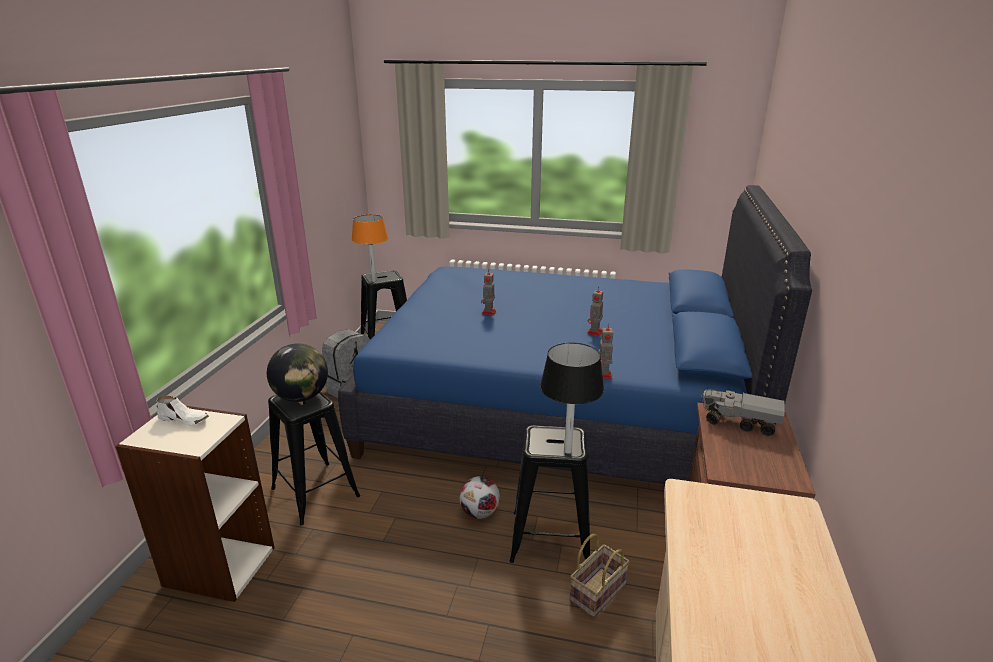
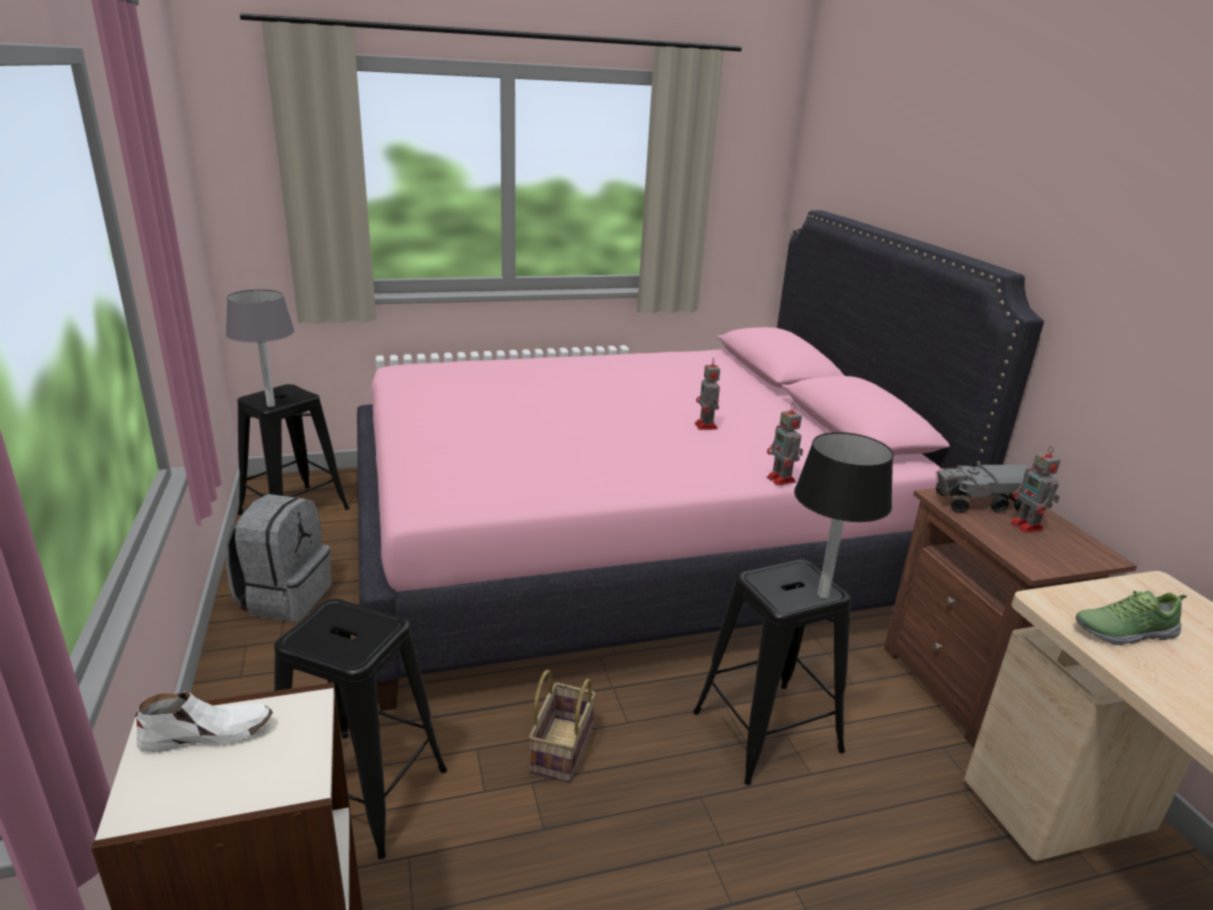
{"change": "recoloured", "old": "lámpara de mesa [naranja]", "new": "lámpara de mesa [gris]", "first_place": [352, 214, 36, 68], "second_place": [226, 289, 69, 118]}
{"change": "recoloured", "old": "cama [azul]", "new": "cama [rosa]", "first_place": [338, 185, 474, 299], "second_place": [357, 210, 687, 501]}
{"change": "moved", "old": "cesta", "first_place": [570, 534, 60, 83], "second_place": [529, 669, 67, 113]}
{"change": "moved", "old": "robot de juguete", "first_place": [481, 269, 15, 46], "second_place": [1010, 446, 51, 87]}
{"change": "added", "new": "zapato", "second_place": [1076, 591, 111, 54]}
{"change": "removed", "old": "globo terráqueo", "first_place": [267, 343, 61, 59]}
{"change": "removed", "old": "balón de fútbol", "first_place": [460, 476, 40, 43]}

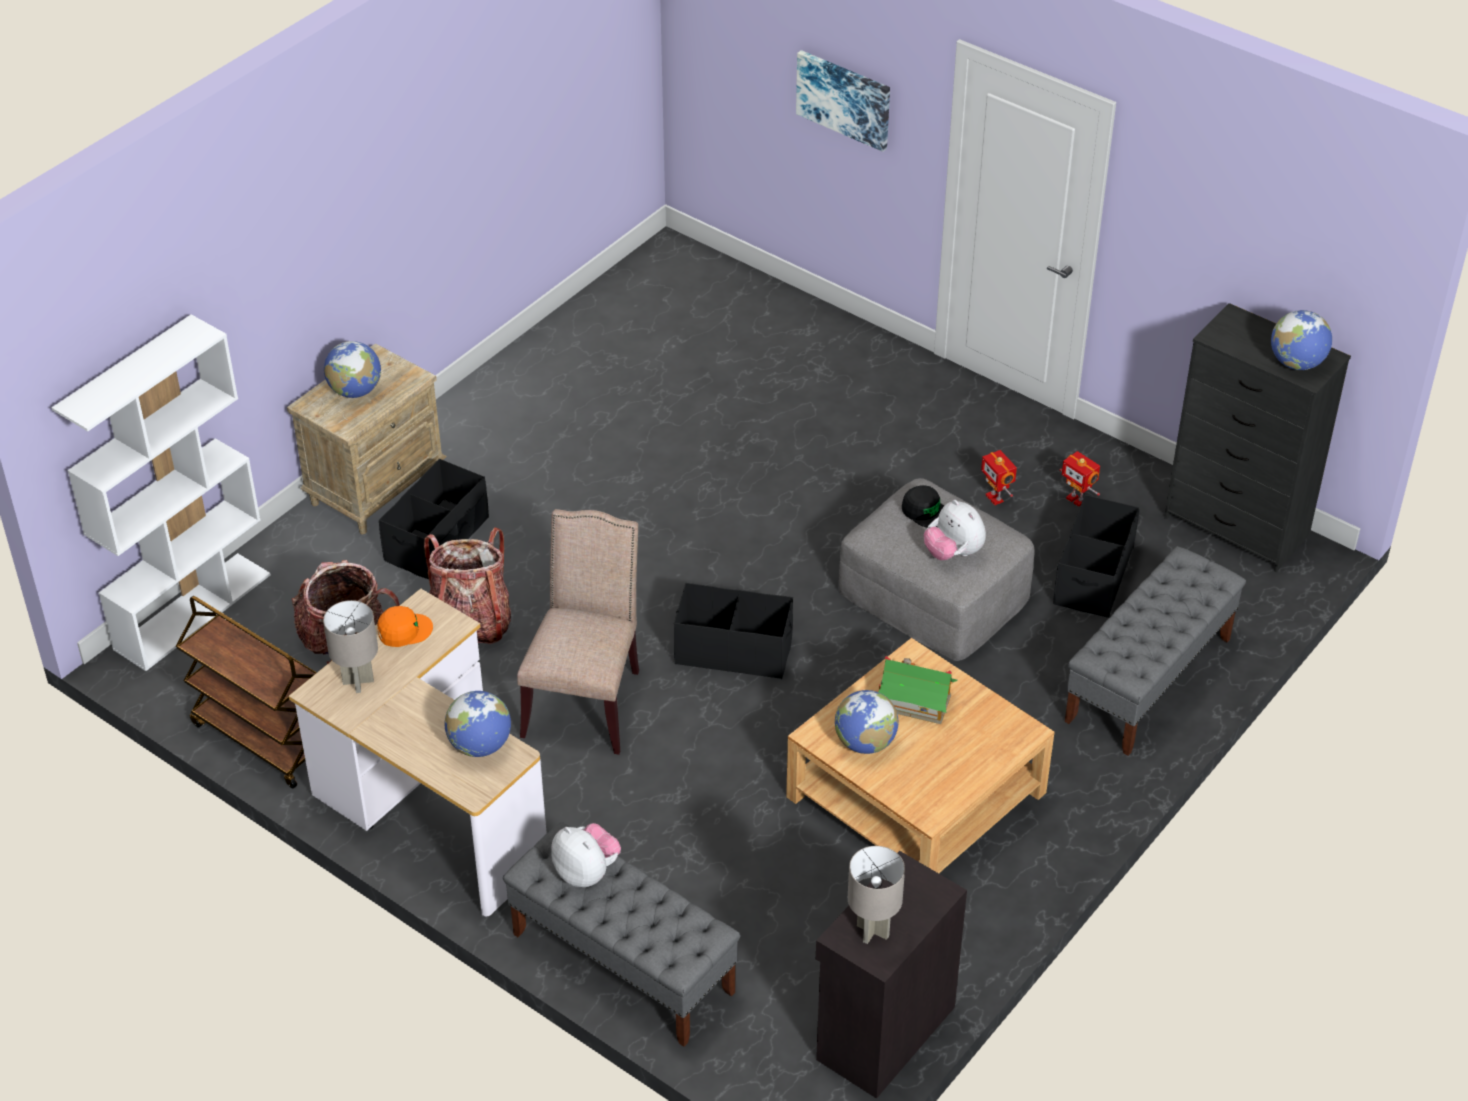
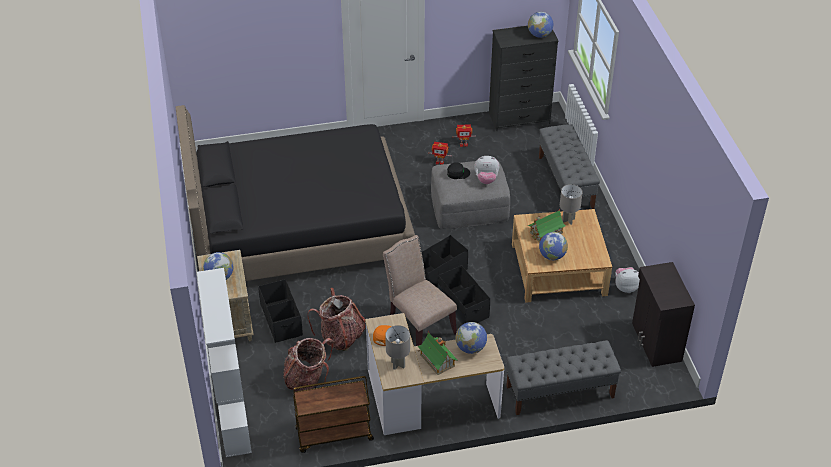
{"change": "added", "new": "cama [negro]", "second_place": [176, 105, 239, 176]}
{"change": "added", "new": "casita", "second_place": [418, 331, 40, 44]}
{"change": "moved", "old": "caja de almacenaje [negro]", "first_place": [1053, 495, 86, 123], "second_place": [438, 265, 52, 60]}
{"change": "moved", "old": "lámpara de mesa [gris]", "first_place": [848, 846, 57, 98], "second_place": [560, 184, 23, 41]}
{"change": "moved", "old": "peluche", "first_place": [551, 823, 70, 64], "second_place": [615, 267, 25, 26]}
{"change": "removed", "old": "cuadro", "first_place": [796, 50, 94, 102]}

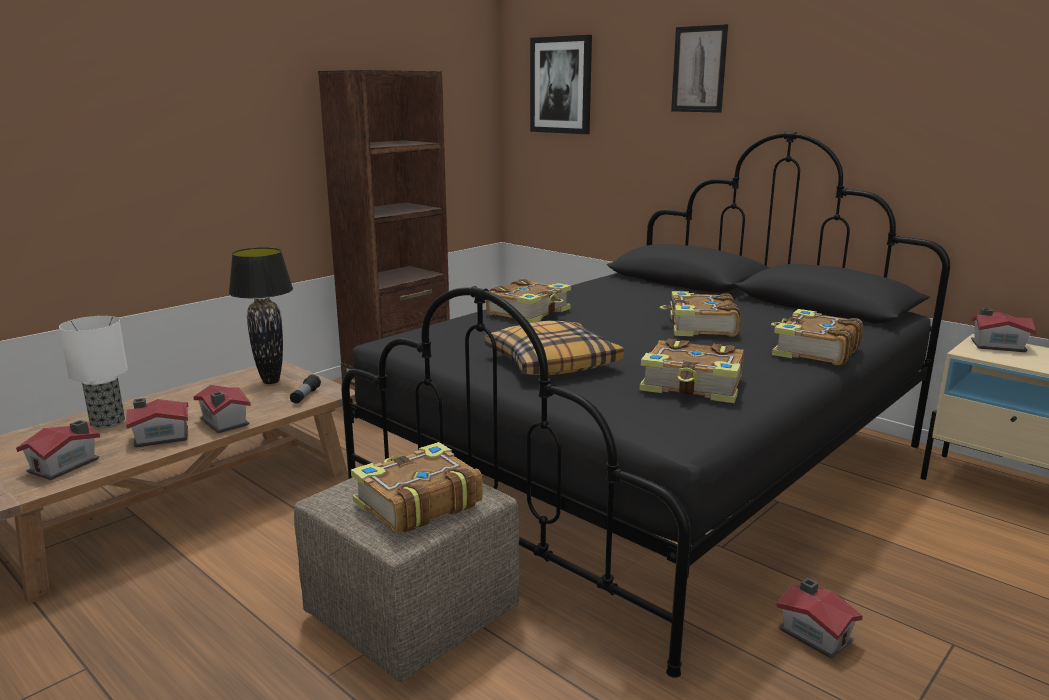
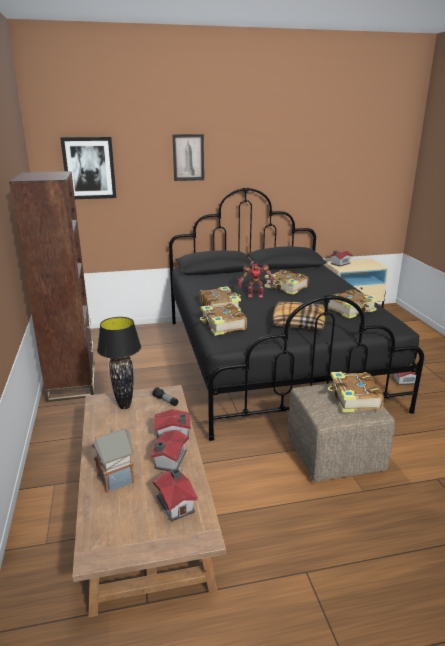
{"change": "replaced", "old": "lámpara de mesa", "new": "casita", "first_place": [59, 316, 69, 112], "second_place": [92, 427, 42, 66]}
{"change": "moved", "old": "libro", "first_place": [771, 309, 92, 56], "second_place": [200, 303, 47, 33]}
{"change": "added", "new": "robot de juguete", "second_place": [238, 261, 37, 37]}

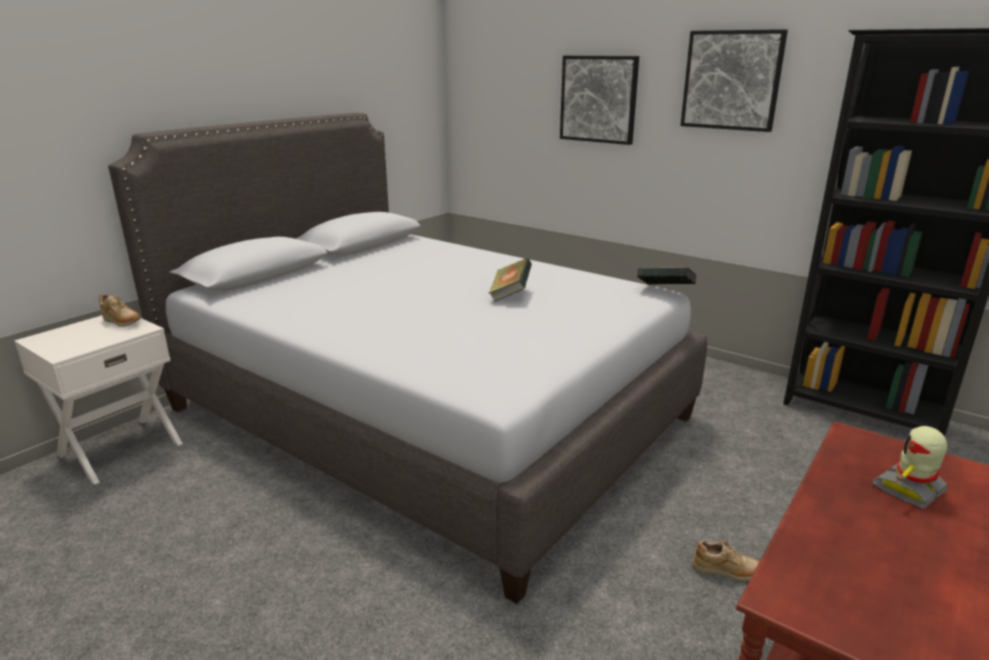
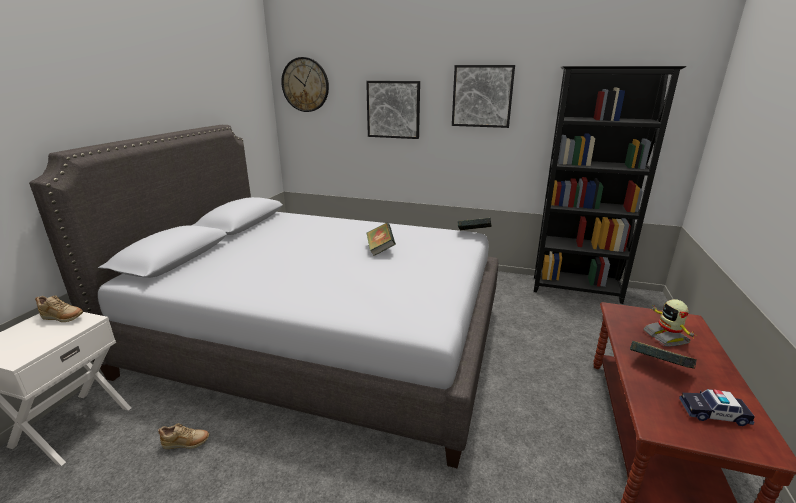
{"change": "moved", "old": "zapato [beis]", "first_place": [693, 540, 66, 41], "second_place": [158, 423, 51, 26]}
{"change": "added", "new": "reloj de pared", "second_place": [281, 57, 48, 55]}
{"change": "added", "new": "libro", "second_place": [630, 341, 67, 28]}
{"change": "turned", "old": "robot de juguete", "first_place": [872, 426, 76, 83], "second_place": [643, 299, 52, 48], "degrees": -45}
{"change": "added", "new": "coche de juguete", "second_place": [679, 389, 76, 37]}

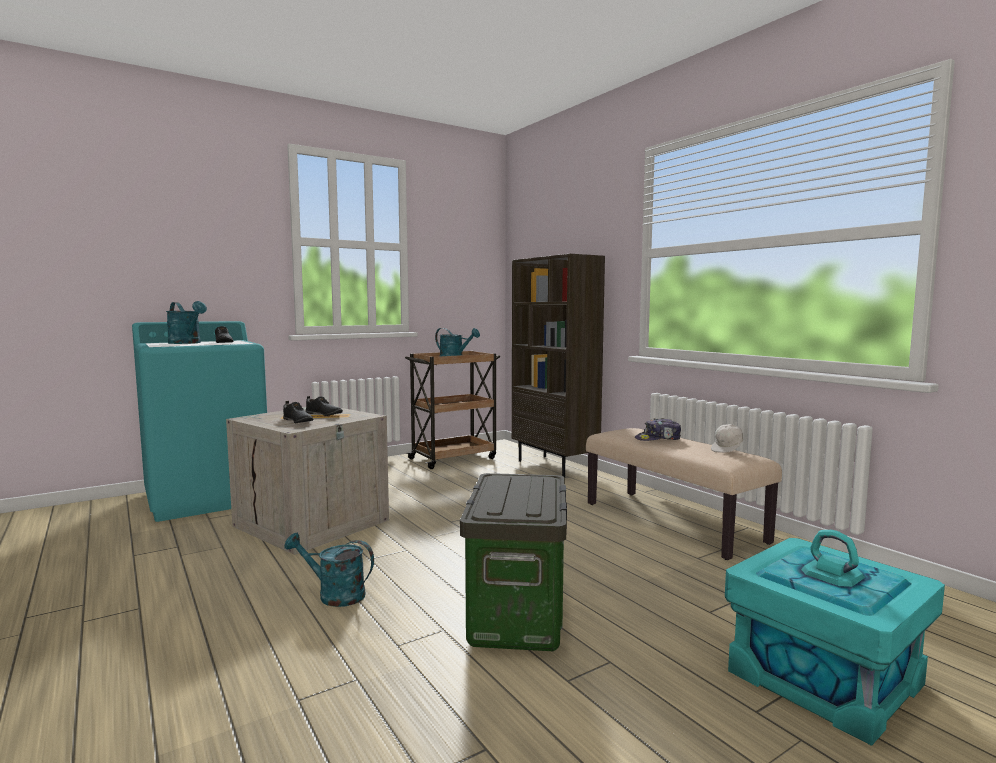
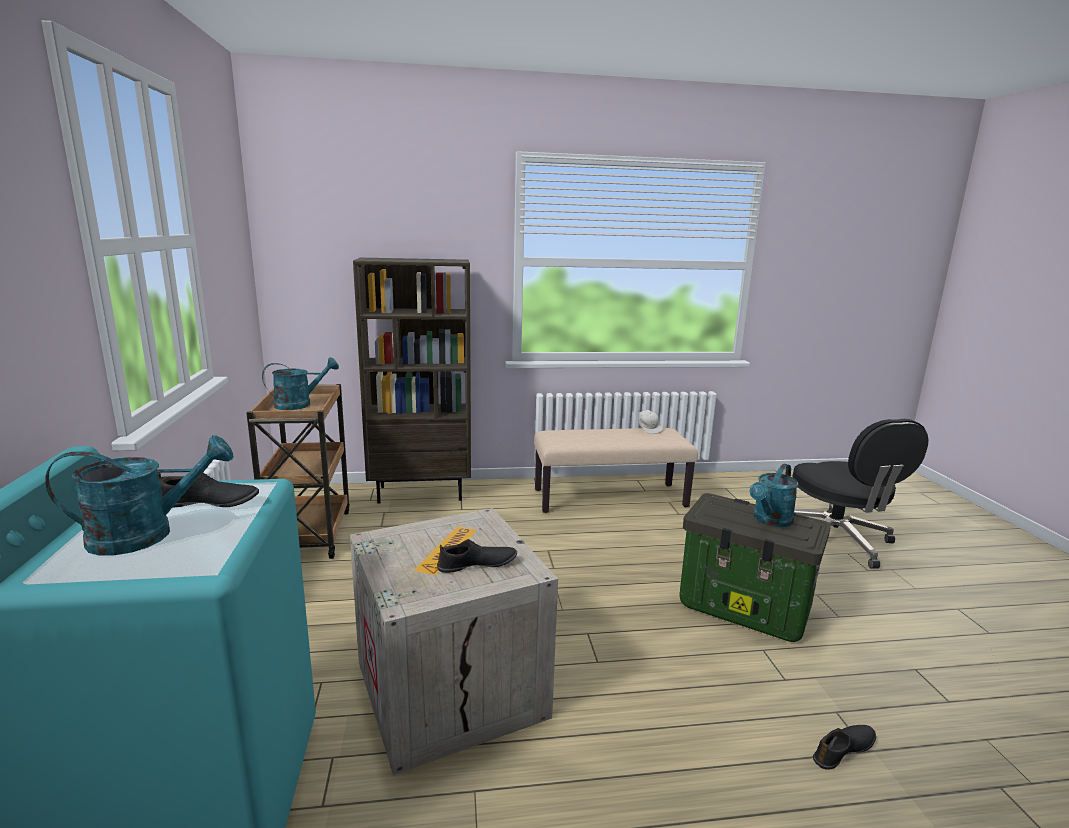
{"change": "moved", "old": "regadera [turquesa]", "first_place": [284, 533, 90, 74], "second_place": [750, 464, 48, 63]}
{"change": "replaced", "old": "caja de almacenaje [turquesa]", "new": "silla de oficina [negro]", "first_place": [725, 530, 220, 216], "second_place": [793, 419, 136, 150]}
{"change": "moved", "old": "zapato [negro]", "first_place": [306, 396, 37, 20], "second_place": [813, 725, 63, 45]}
{"change": "removed", "old": "gorra", "first_place": [635, 418, 46, 23]}

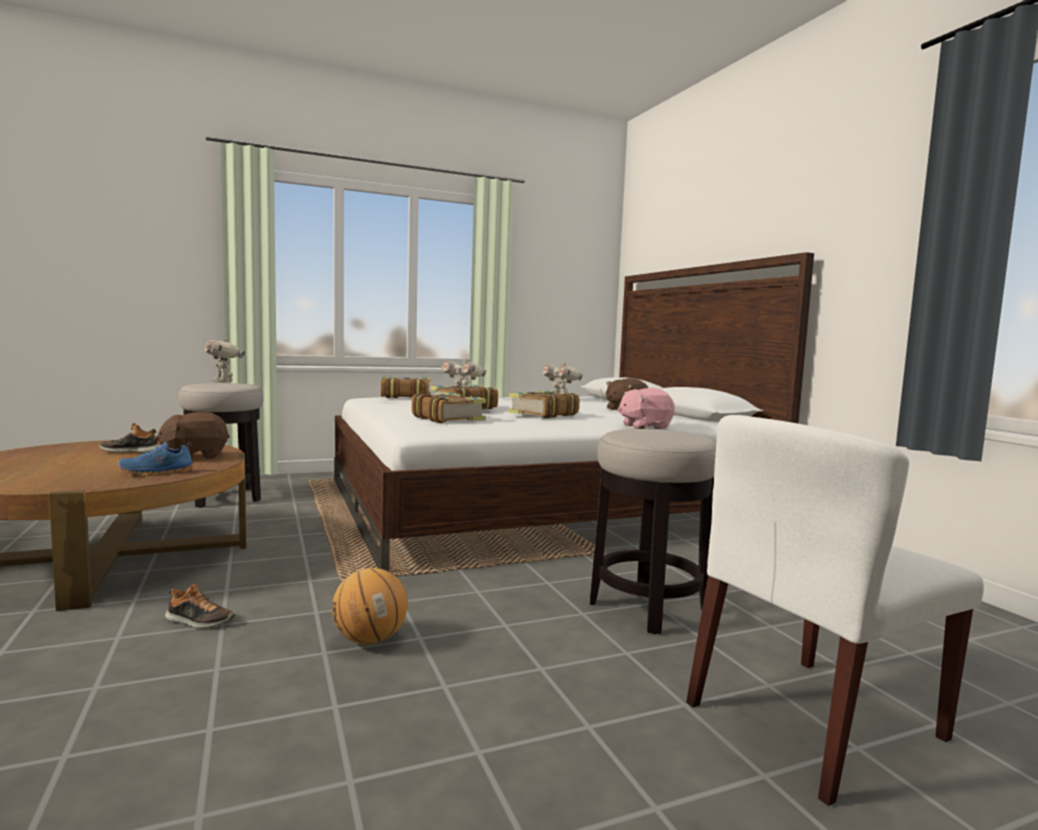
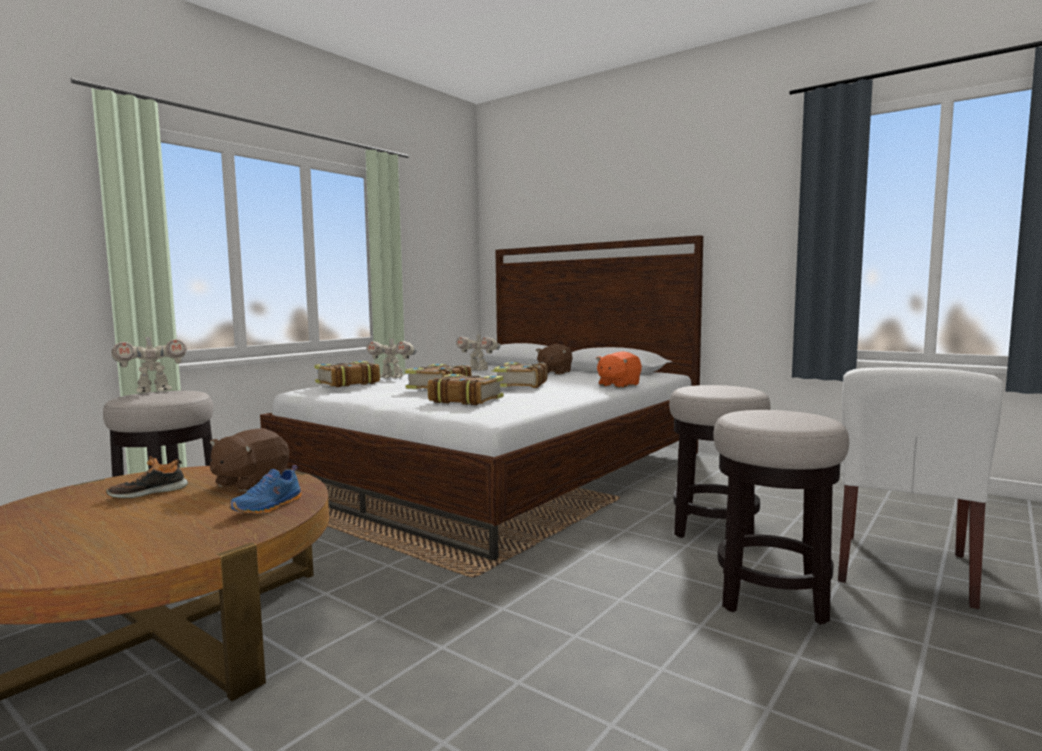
{"change": "turned", "old": "robot de juguete", "first_place": [205, 334, 40, 49], "second_place": [111, 331, 76, 62], "degrees": -60}
{"change": "recoloured", "old": "peluche [rosa]", "new": "peluche [naranja]", "first_place": [618, 388, 57, 41], "second_place": [596, 351, 46, 37]}
{"change": "added", "new": "taburete", "second_place": [713, 410, 136, 215]}
{"change": "removed", "old": "zapato", "first_place": [165, 584, 70, 44]}
{"change": "removed", "old": "balón de baloncesto", "first_place": [332, 568, 76, 77]}

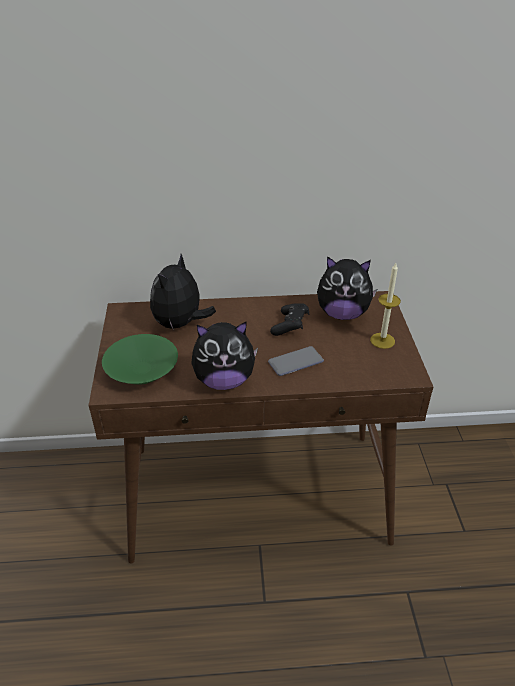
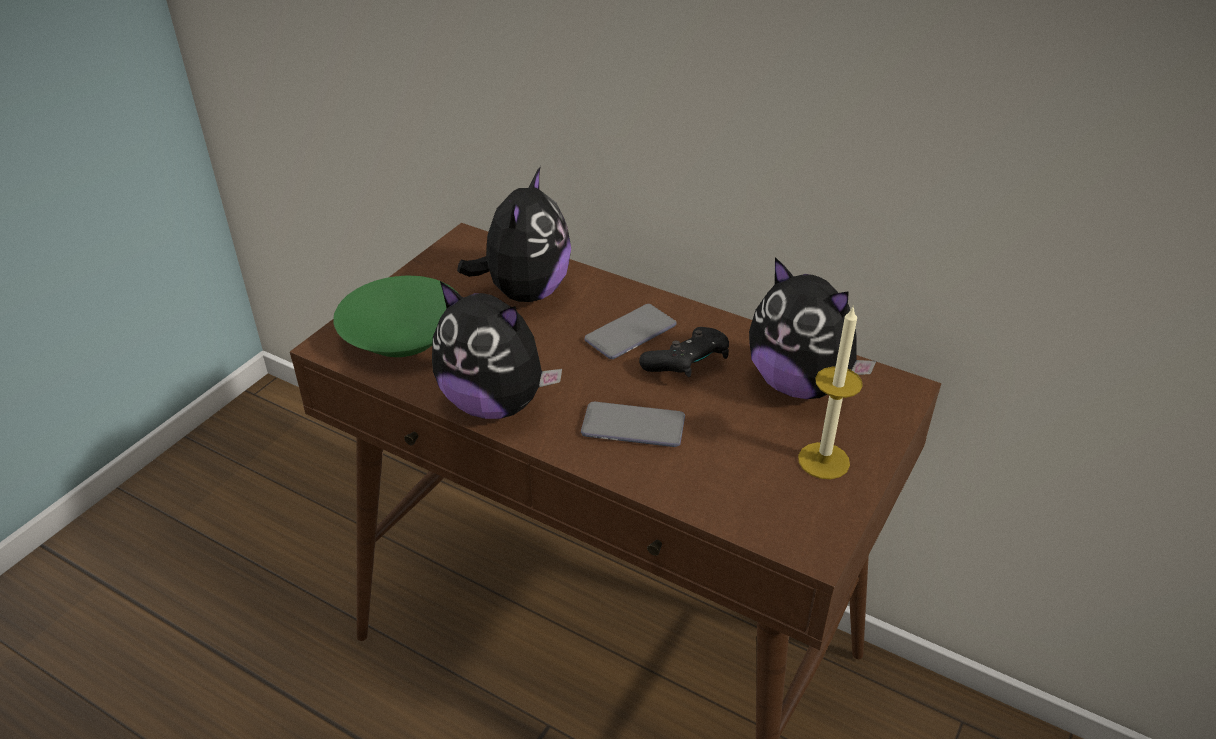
{"change": "turned", "old": "peluche", "first_place": [150, 254, 66, 76], "second_place": [457, 166, 114, 136], "degrees": 135}
{"change": "added", "new": "móvil", "second_place": [585, 304, 92, 55]}

